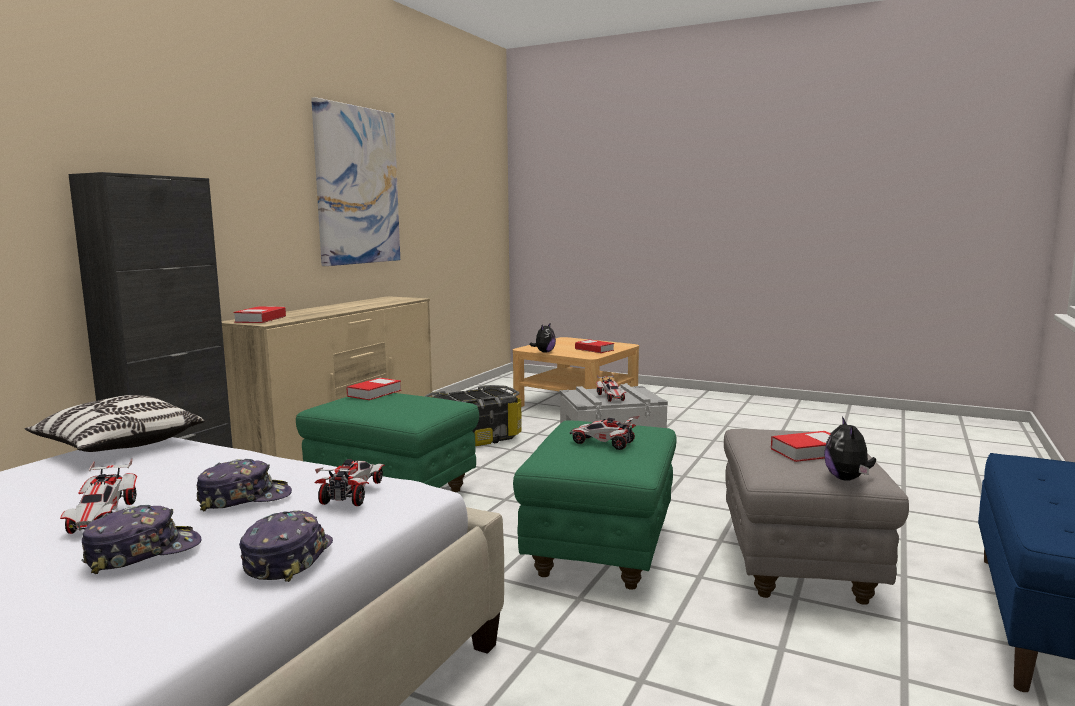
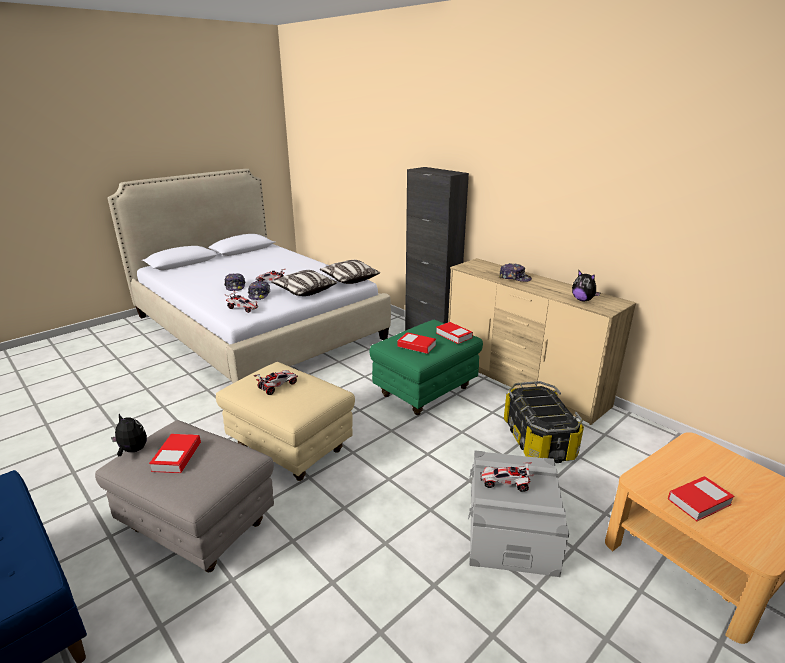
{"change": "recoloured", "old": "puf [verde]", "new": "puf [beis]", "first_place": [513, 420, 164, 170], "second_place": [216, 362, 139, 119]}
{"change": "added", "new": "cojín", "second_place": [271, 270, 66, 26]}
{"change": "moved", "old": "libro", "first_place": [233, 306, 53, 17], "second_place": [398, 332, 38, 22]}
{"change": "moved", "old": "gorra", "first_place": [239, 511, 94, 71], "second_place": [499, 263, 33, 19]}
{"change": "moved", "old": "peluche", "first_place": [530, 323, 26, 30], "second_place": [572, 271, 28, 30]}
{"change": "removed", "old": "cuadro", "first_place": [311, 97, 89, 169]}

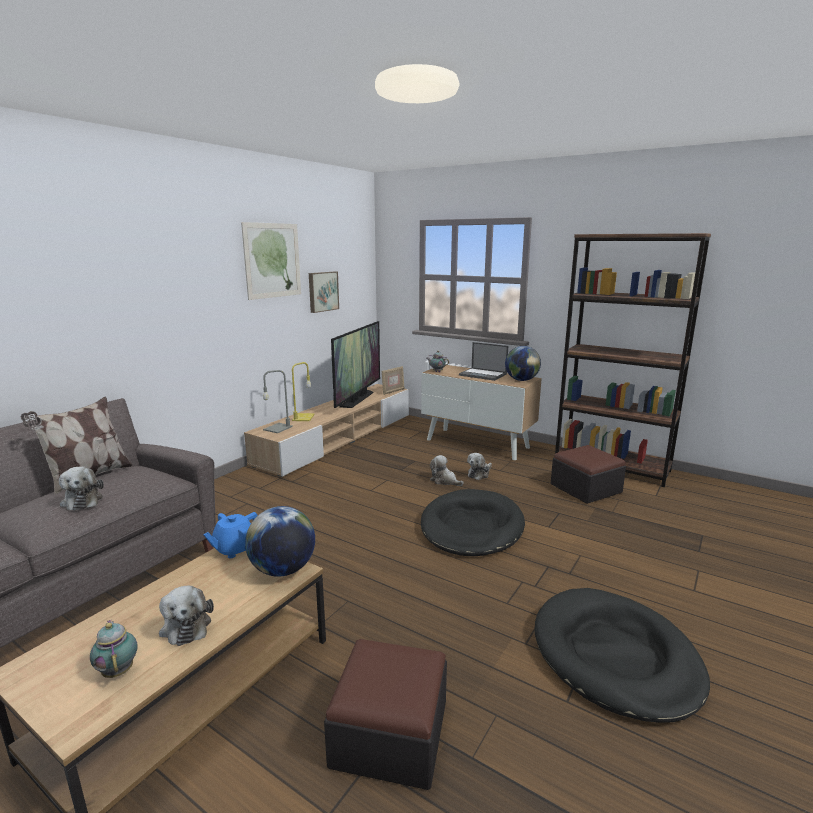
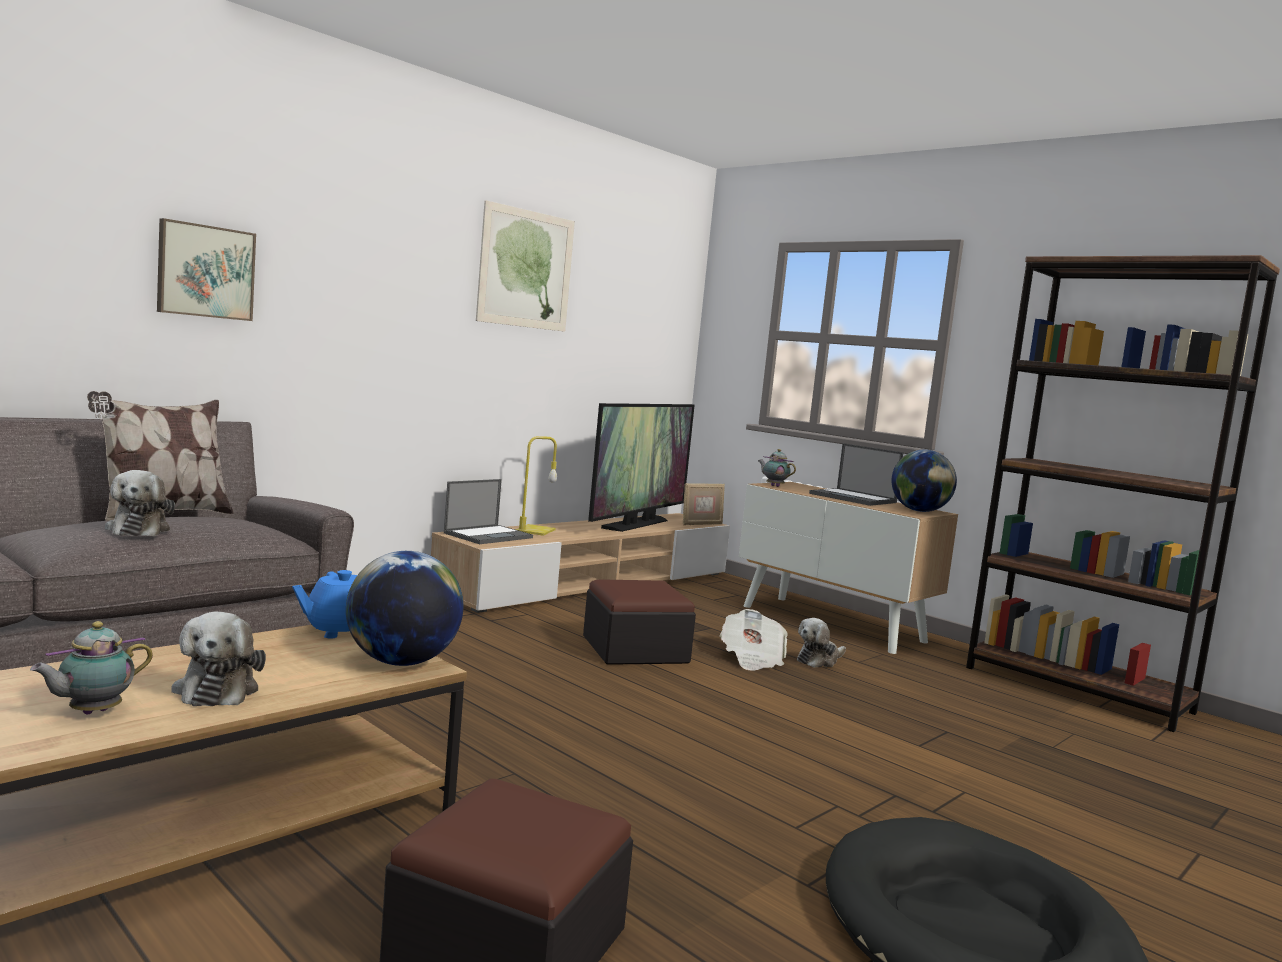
{"change": "turned", "old": "tetera", "first_place": [90, 620, 47, 58], "second_place": [30, 621, 123, 94], "degrees": -120}
{"change": "moved", "old": "cuadro", "first_place": [309, 271, 30, 42], "second_place": [157, 218, 99, 103]}
{"change": "replaced", "old": "lámpara de mesa [gris]", "new": "portátil", "first_place": [263, 370, 30, 63], "second_place": [444, 479, 89, 65]}
{"change": "moved", "old": "puf", "first_place": [551, 445, 75, 59], "second_place": [583, 579, 113, 86]}
{"change": "replaced", "old": "peluche", "new": "periódico", "first_place": [430, 455, 34, 31], "second_place": [720, 609, 68, 62]}
{"change": "removed", "old": "cama para perro [negro]", "first_place": [421, 489, 104, 67]}

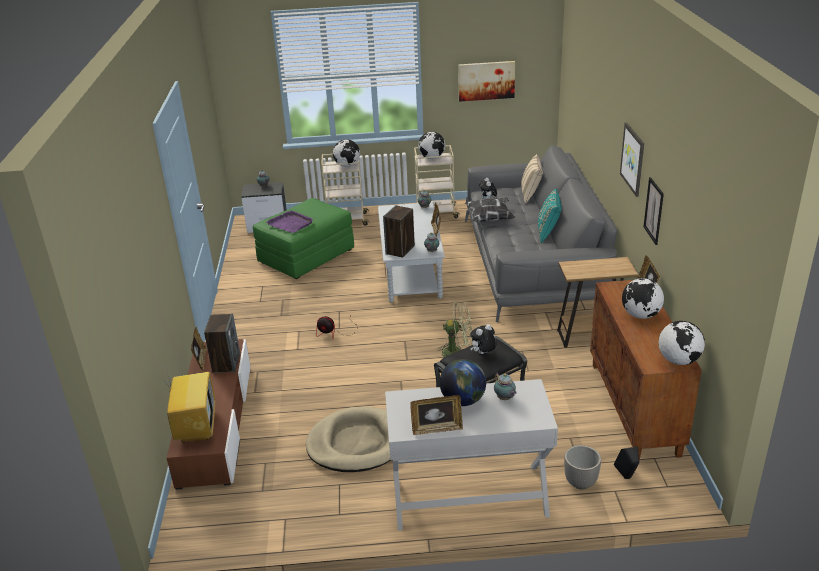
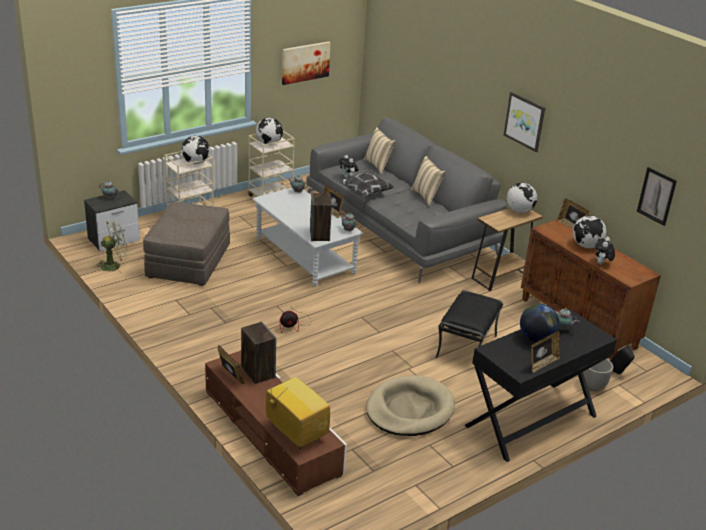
{"change": "moved", "old": "ventilador [verde]", "first_place": [436, 302, 36, 55], "second_place": [94, 219, 35, 54]}
{"change": "recoloured", "old": "puf [verde]", "new": "puf [gris]", "first_place": [253, 198, 101, 81], "second_place": [143, 201, 87, 85]}
{"change": "recoloured", "old": "cojín [turquesa]", "new": "cojín [beis]", "first_place": [538, 189, 24, 54], "second_place": [411, 156, 34, 50]}
{"change": "recoloured", "old": "mesa consola [blanco]", "new": "mesa consola [negro]", "first_place": [385, 379, 173, 152], "second_place": [464, 309, 153, 153]}
{"change": "moved", "old": "globo terráqueo", "first_place": [659, 321, 46, 44], "second_place": [507, 183, 30, 30]}
{"change": "moved", "old": "peluche", "first_place": [470, 324, 26, 30], "second_place": [595, 237, 20, 28]}
{"change": "moved", "old": "cuadro", "first_place": [643, 177, 21, 68], "second_place": [637, 167, 40, 59]}
{"change": "removed", "old": "bandeja [morado]", "first_place": [266, 210, 47, 23]}

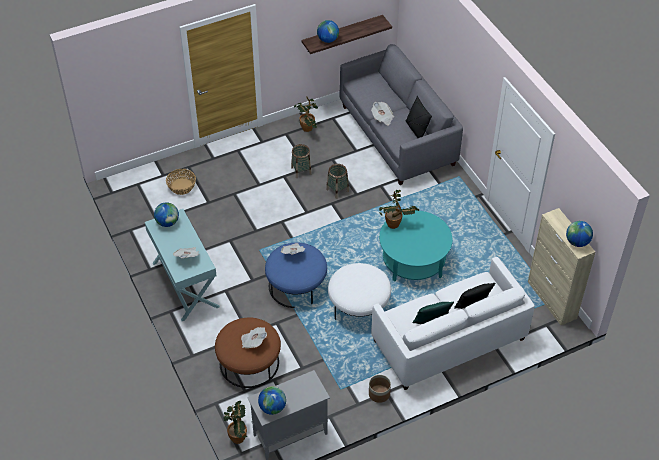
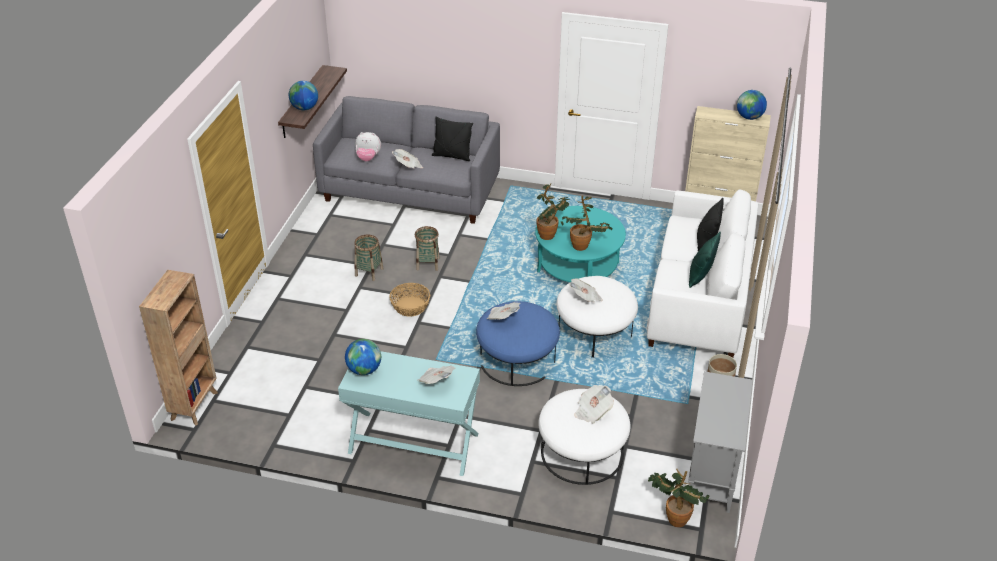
{"change": "added", "new": "estantería [marrón]", "second_place": [139, 270, 79, 156]}
{"change": "added", "new": "peluche", "second_place": [355, 132, 26, 29]}
{"change": "moved", "old": "cesta", "first_place": [166, 169, 30, 26], "second_place": [389, 283, 41, 33]}
{"change": "recoloured", "old": "puf [marrón]", "new": "puf [blanco]", "first_place": [215, 317, 66, 71], "second_place": [539, 389, 91, 96]}
{"change": "moved", "old": "planta en maceta", "first_place": [294, 96, 24, 36], "second_place": [561, 196, 52, 55]}
{"change": "added", "new": "periódico", "second_place": [569, 278, 34, 24]}
{"change": "removed", "old": "globo terráqueo", "first_place": [258, 386, 28, 29]}

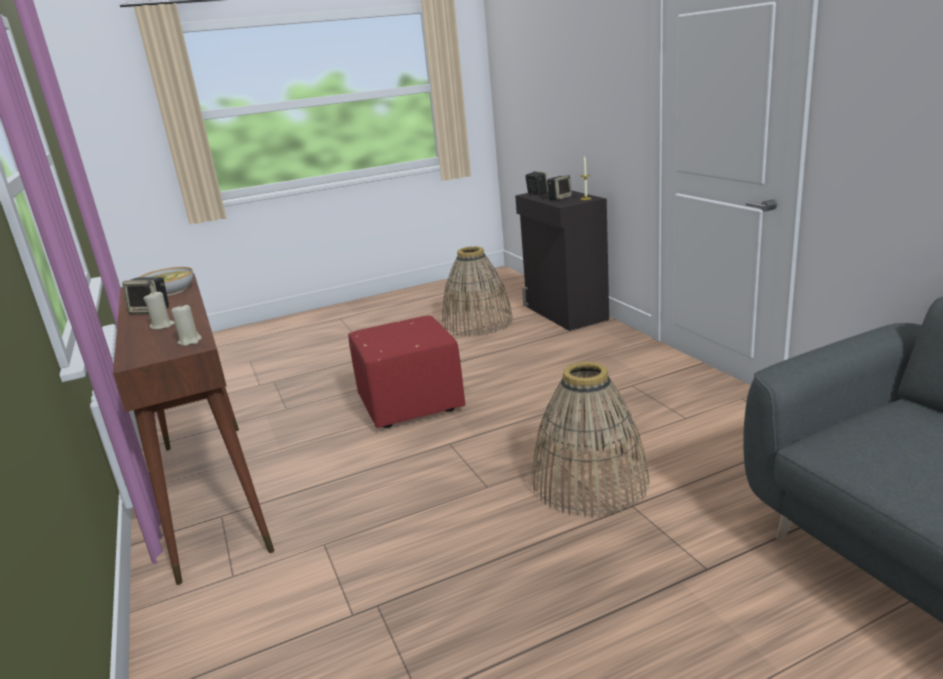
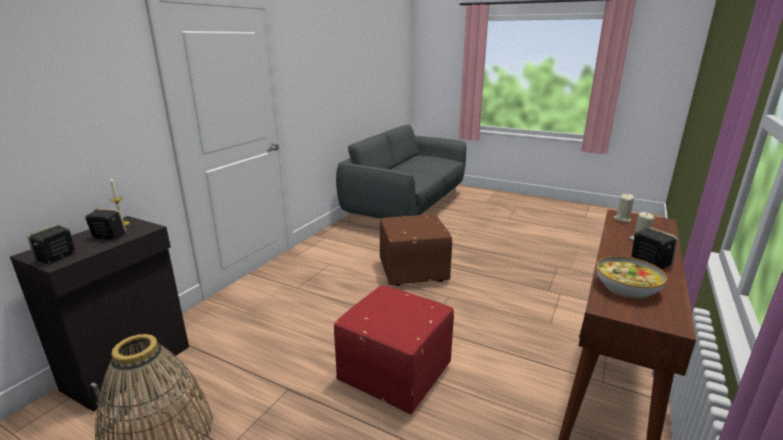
{"change": "replaced", "old": "cesta", "new": "puf [marrón]", "first_place": [531, 362, 118, 156], "second_place": [380, 215, 72, 71]}

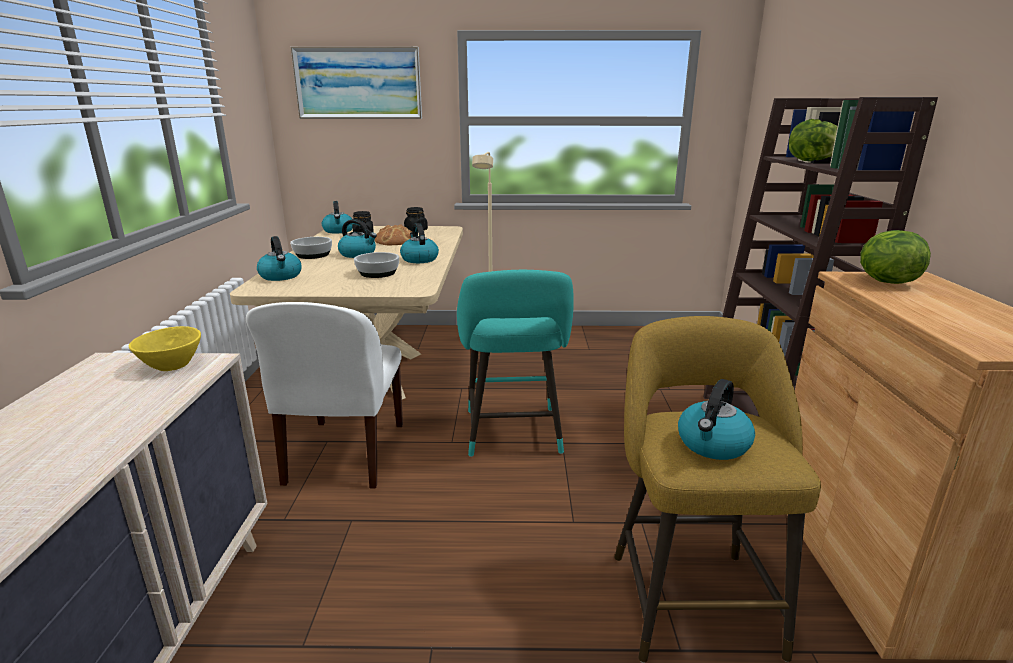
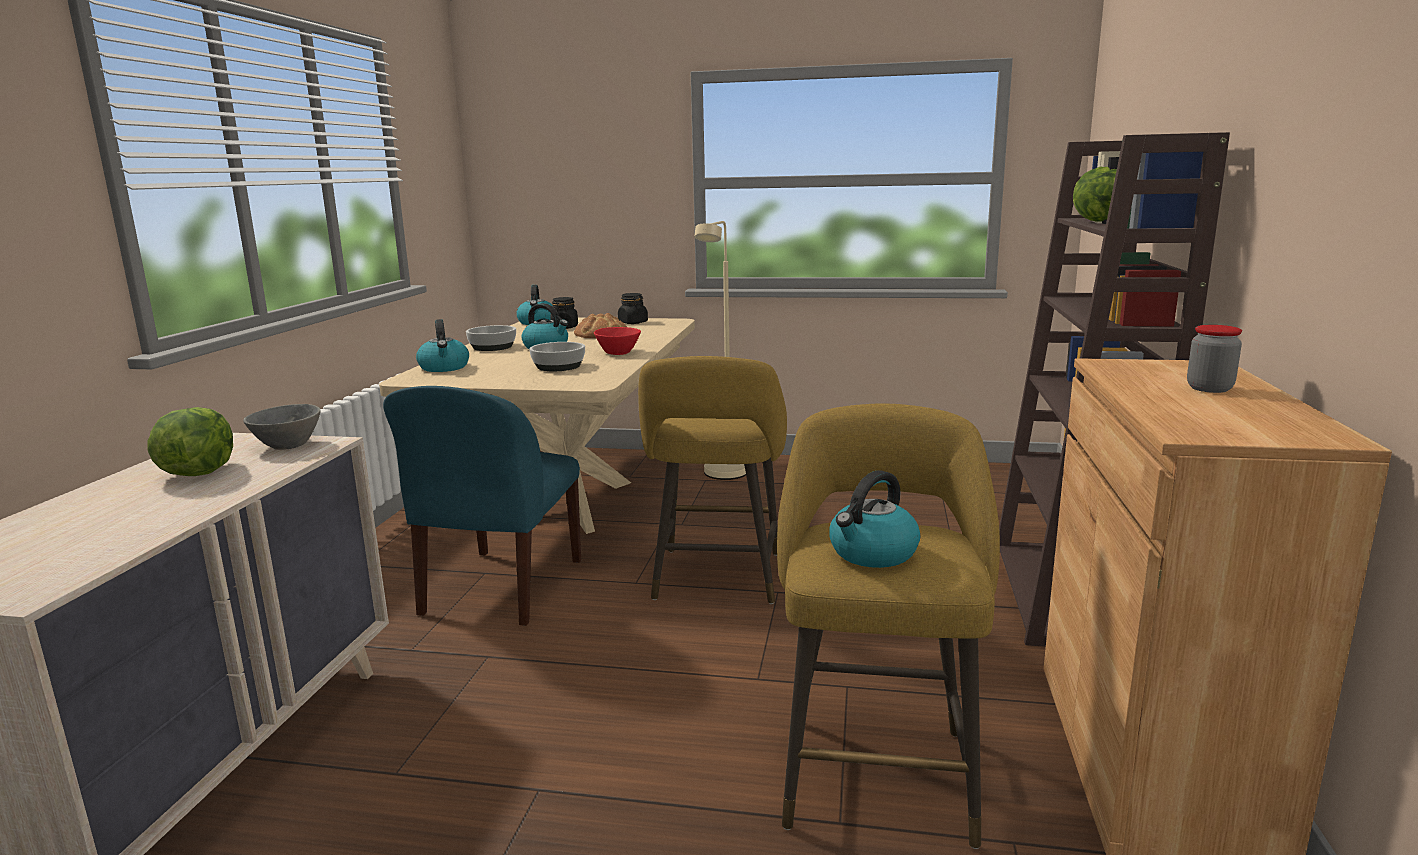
{"change": "moved", "old": "lechuga", "first_place": [860, 230, 71, 54], "second_place": [147, 407, 86, 69]}
{"change": "recoloured", "old": "cuenco [amarillo]", "new": "cuenco [gris]", "first_place": [129, 326, 72, 45], "second_place": [243, 404, 78, 46]}
{"change": "recoloured", "old": "silla [blanco]", "new": "silla [azul]", "first_place": [246, 302, 157, 186], "second_place": [383, 386, 198, 240]}
{"change": "replaced", "old": "hervidor", "new": "cuenco [rojo]", "first_place": [400, 223, 39, 40], "second_place": [594, 327, 47, 28]}
{"change": "recoloured", "old": "taburete [turquesa]", "new": "taburete [amarillo]", "first_place": [457, 270, 117, 187], "second_place": [638, 356, 149, 248]}
{"change": "added", "new": "tarro", "second_place": [1187, 325, 55, 68]}
{"change": "removed", "old": "cuadro", "first_place": [291, 47, 131, 72]}

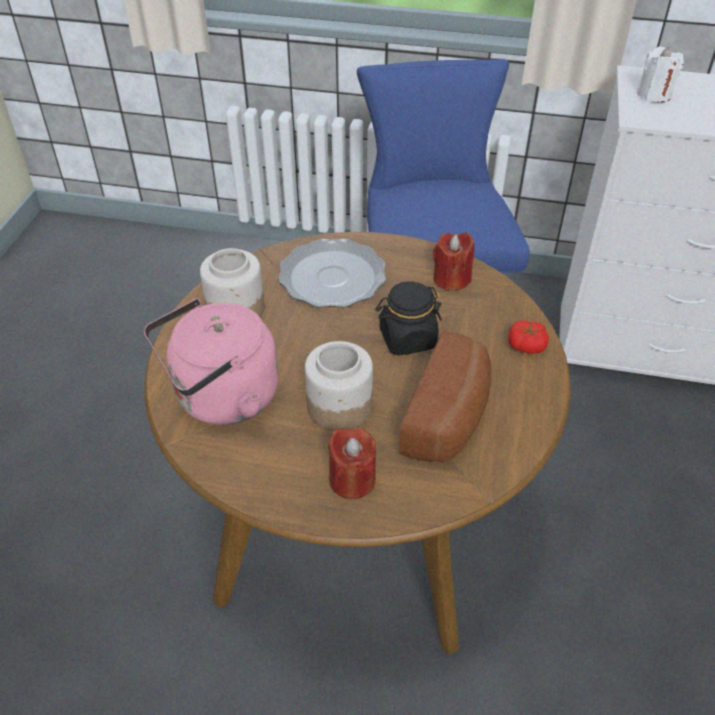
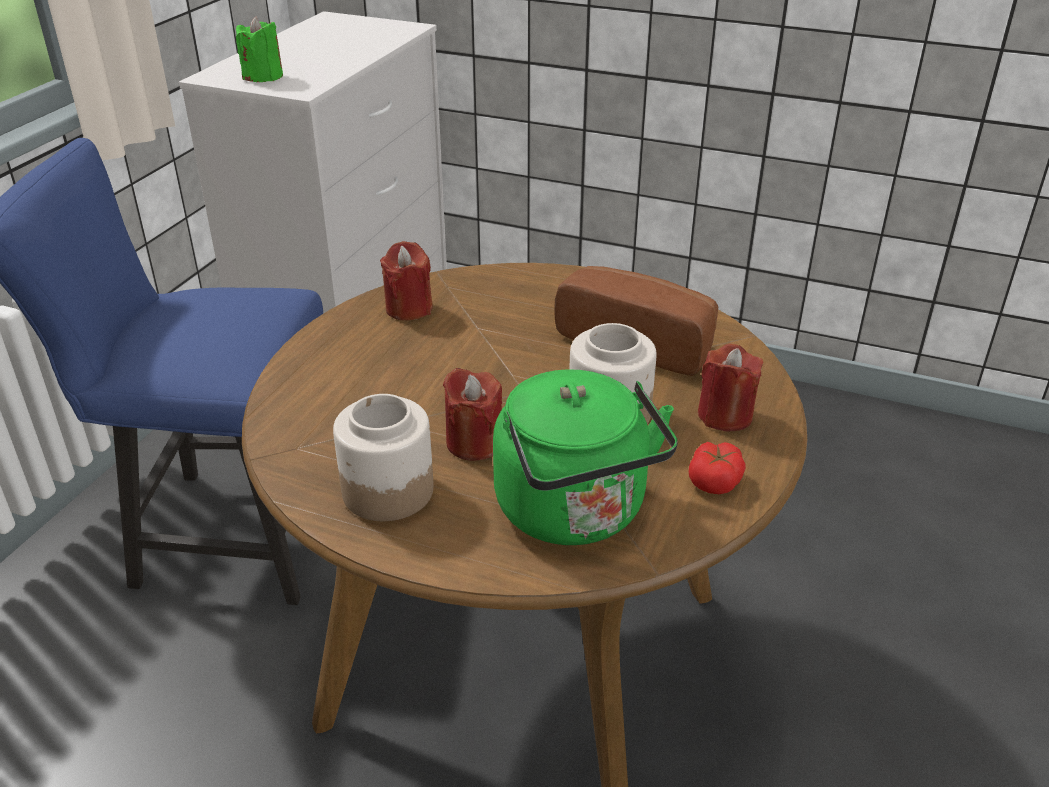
{"change": "recoloured", "old": "vela [blanco]", "new": "vela [verde]", "first_place": [637, 47, 47, 56], "second_place": [236, 16, 47, 66]}
{"change": "added", "new": "vela [rojo]", "second_place": [443, 368, 59, 93]}
{"change": "recoloured", "old": "hervidor [rosa]", "new": "hervidor [verde]", "first_place": [144, 298, 134, 127], "second_place": [493, 369, 185, 176]}
{"change": "moved", "old": "tomate", "first_place": [508, 321, 41, 33], "second_place": [689, 442, 57, 52]}
{"change": "removed", "old": "plato", "first_place": [278, 239, 108, 68]}
{"change": "removed", "old": "tarro [negro]", "first_place": [375, 281, 67, 74]}

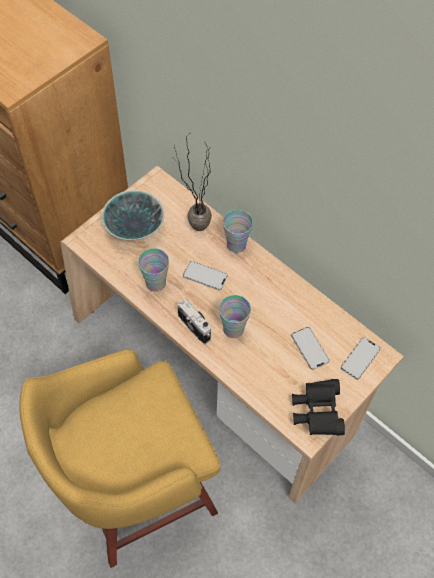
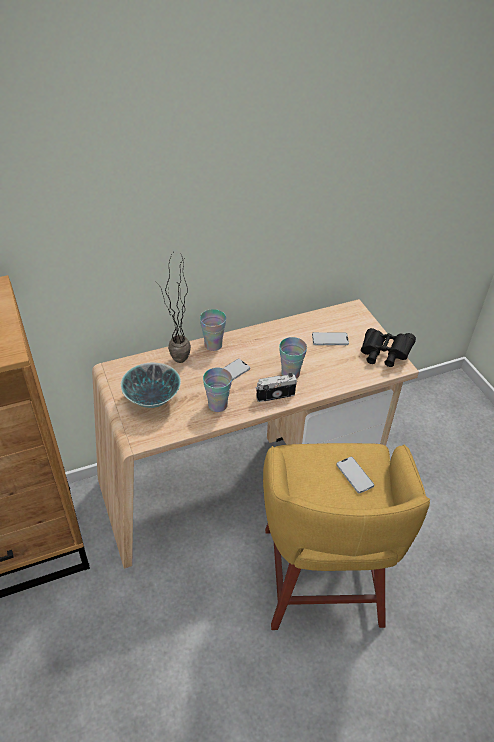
{"change": "moved", "old": "móvil", "first_place": [341, 337, 40, 43], "second_place": [336, 457, 38, 37]}

